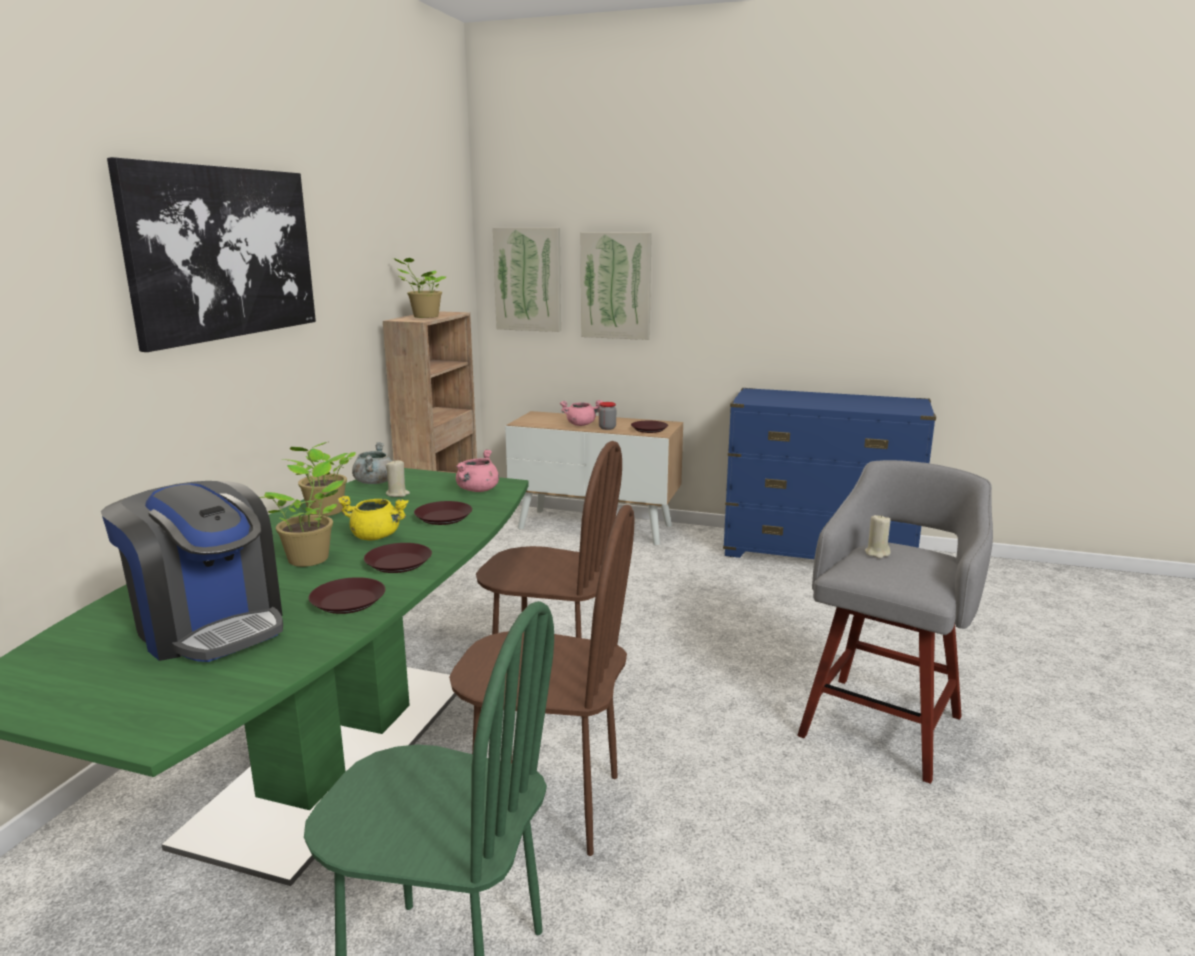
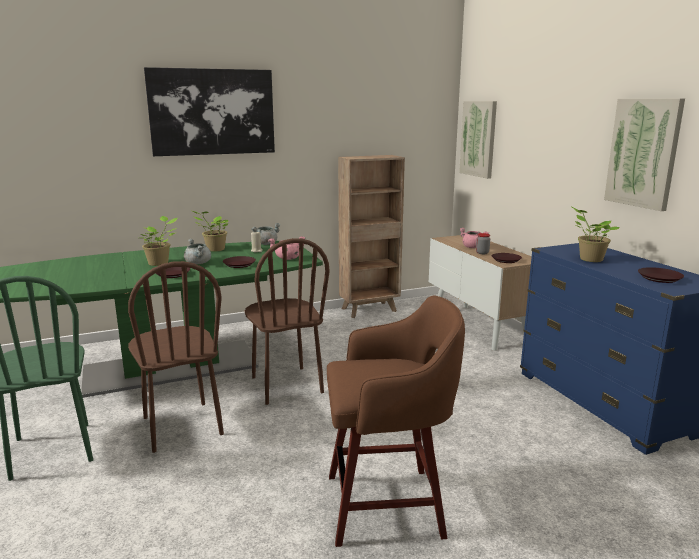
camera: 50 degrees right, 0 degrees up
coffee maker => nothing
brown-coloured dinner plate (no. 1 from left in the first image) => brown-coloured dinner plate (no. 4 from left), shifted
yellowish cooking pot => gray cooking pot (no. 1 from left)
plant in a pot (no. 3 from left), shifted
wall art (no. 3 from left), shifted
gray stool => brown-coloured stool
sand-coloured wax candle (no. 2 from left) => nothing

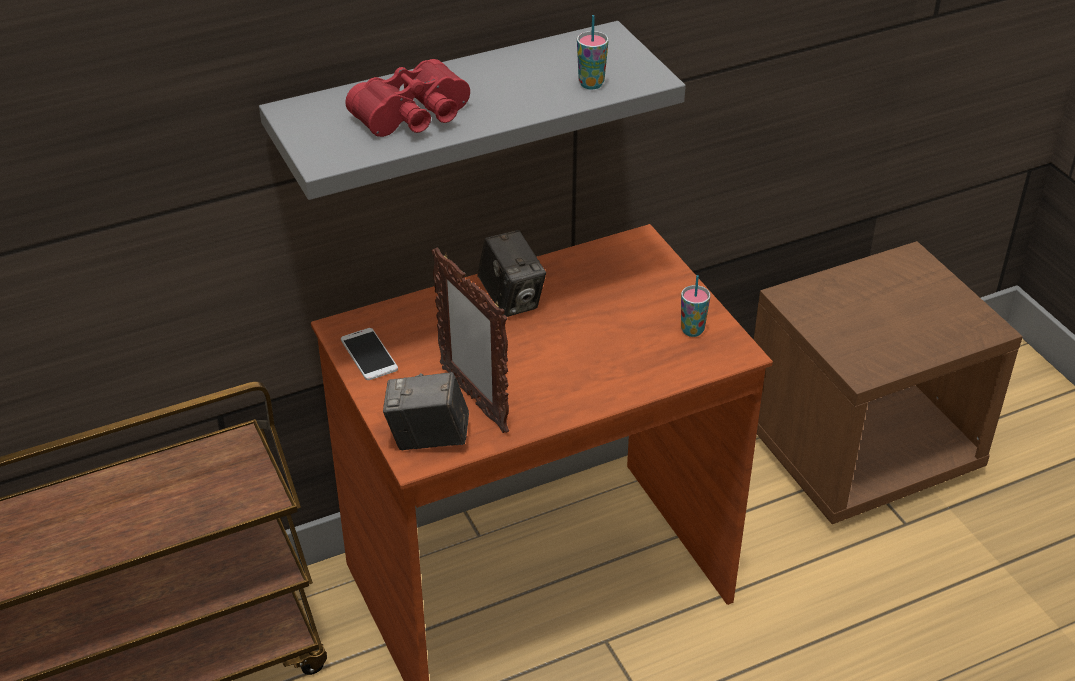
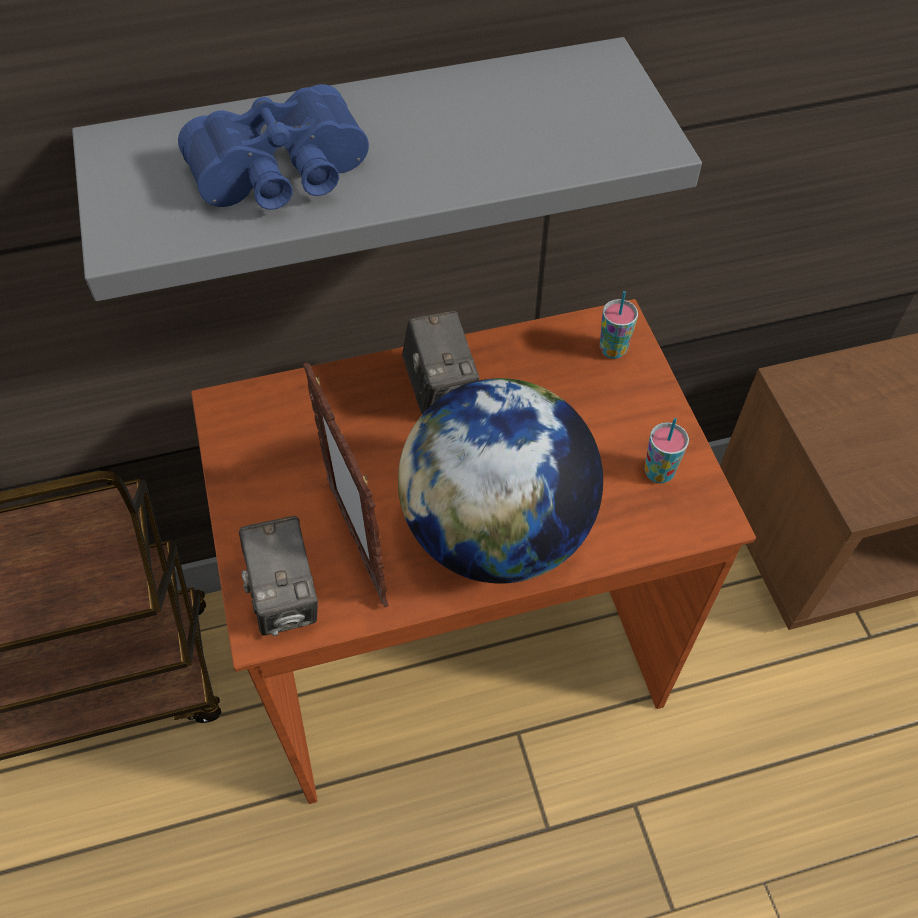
camera: 10 degrees right, 15 degrees up
phone => nothing
red binoculars => bluish binoculars
still camera (no. 1 from left), 120 degrees counterclockwise
small cup (no. 1 from left), shifted
nothing => world globe

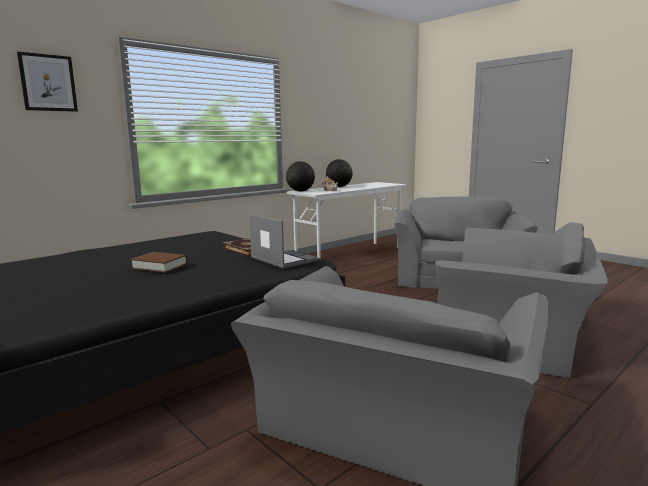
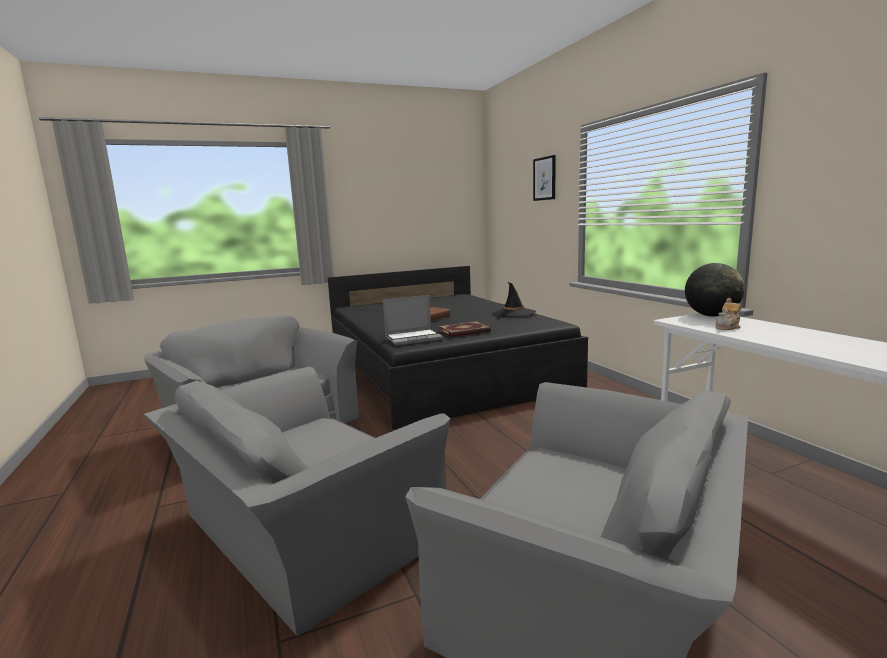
camera: 110 degrees right, 0 degrees up
world globe (no. 2 from left) => nothing
nothing => black-coloured clothing hat

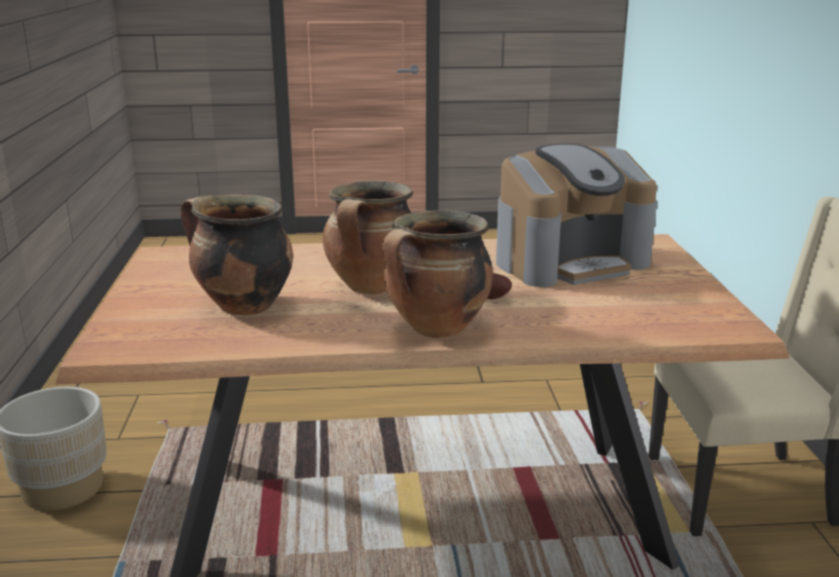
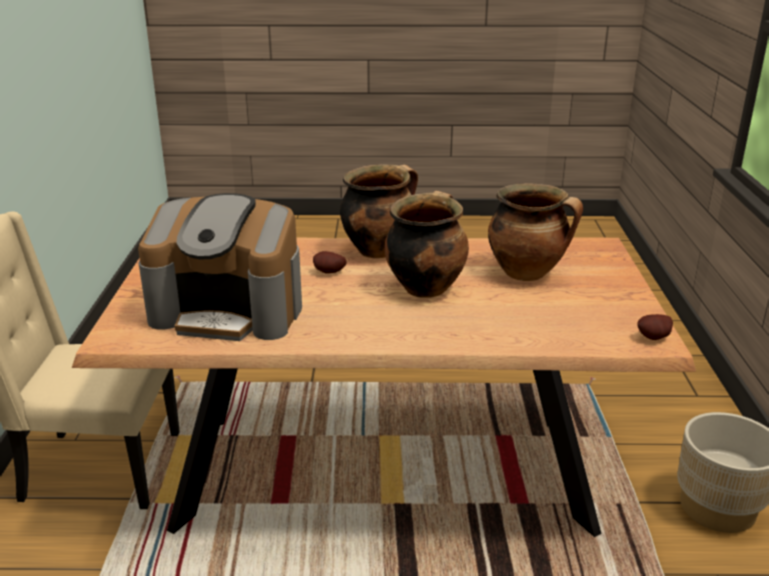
camera: 175 degrees left, 5 degrees up
coffee maker, 150 degrees counterclockwise
nothing => potato (no. 2 from left)

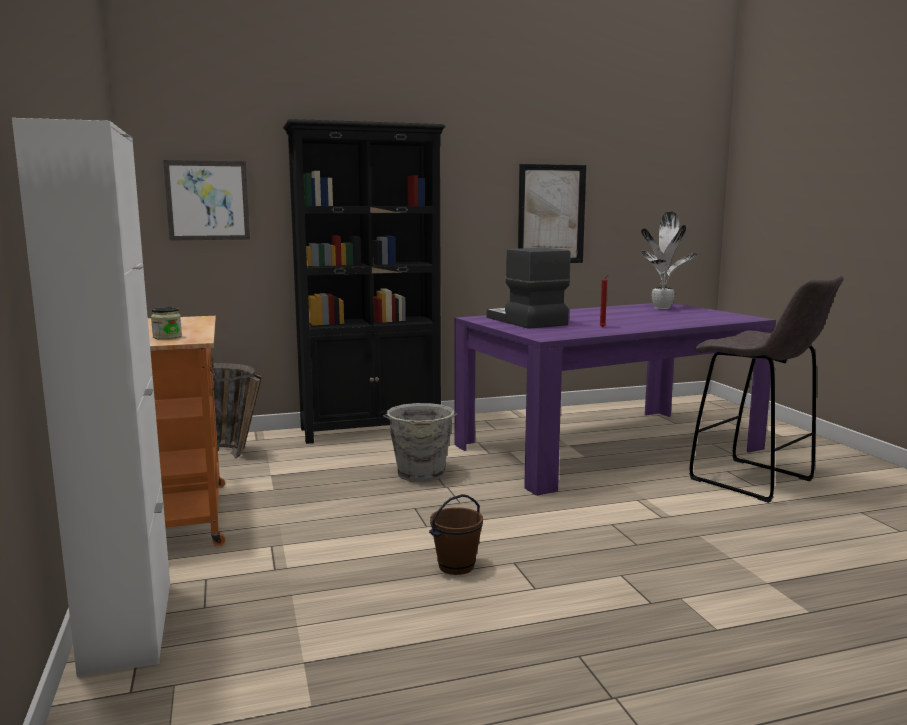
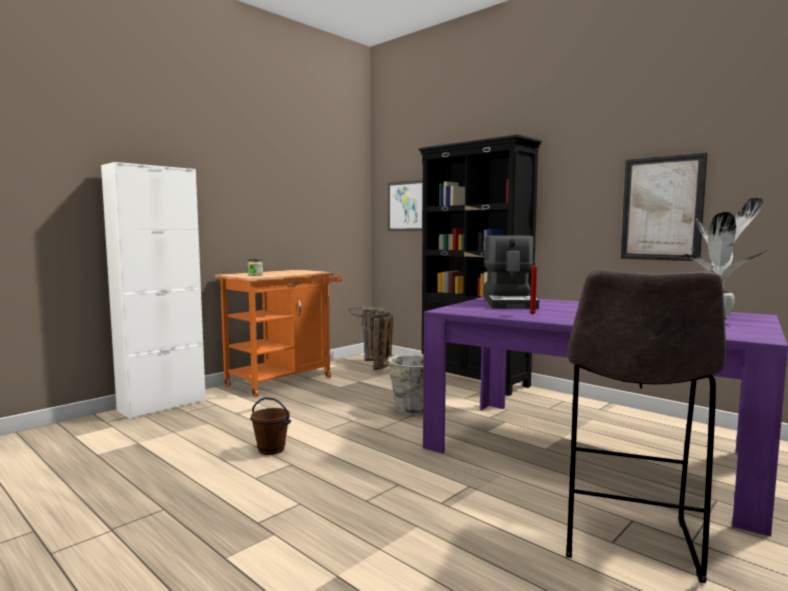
camera: 60 degrees right, 5 degrees down
coffee maker, 150 degrees clockwise

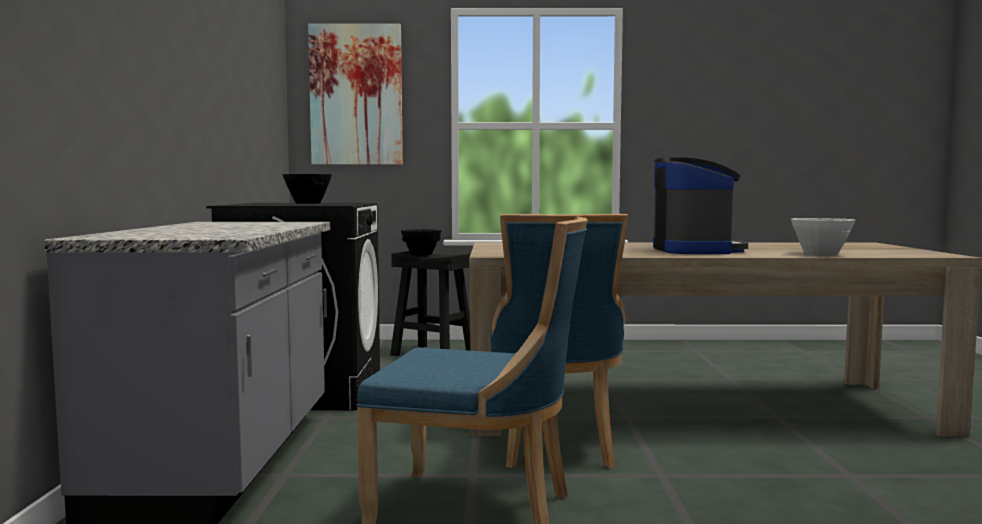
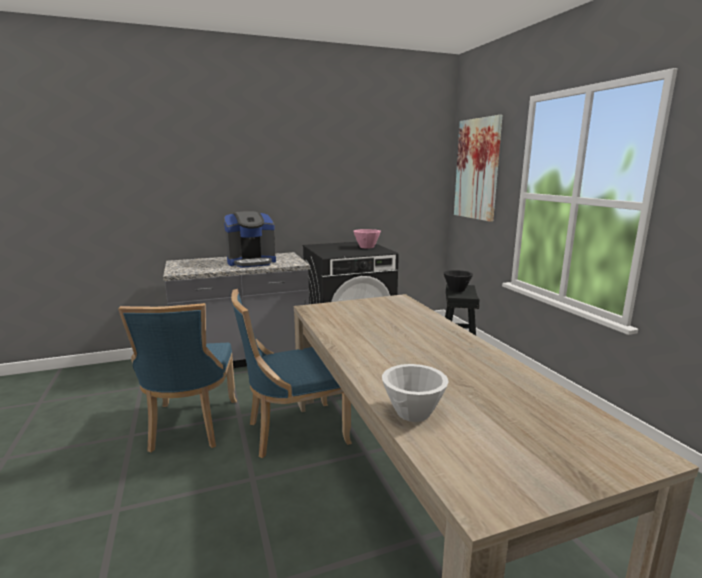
camera: 70 degrees right, 10 degrees up
black-coloured bowl (no. 1 from left) => pink bowl
coffee maker, shifted

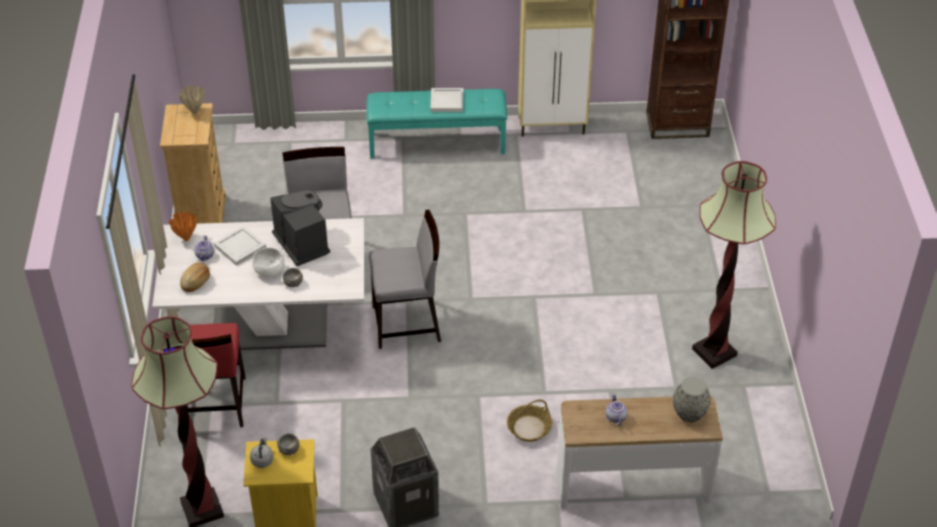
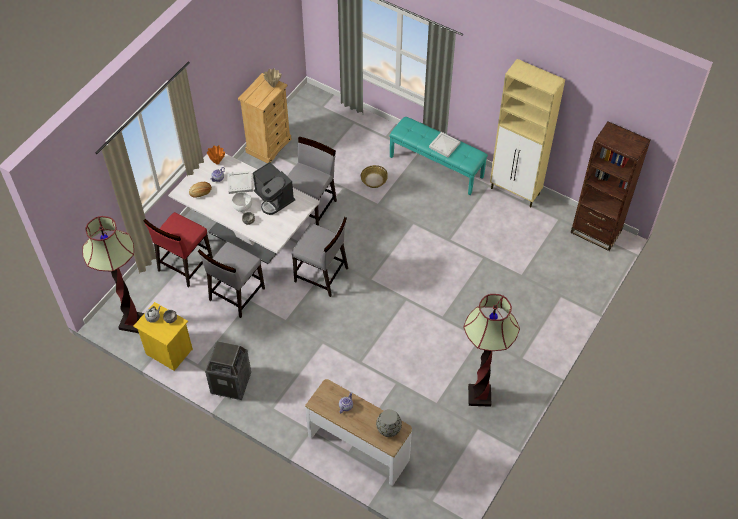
camera: 35 degrees right, 10 degrees up
coffee maker, 135 degrees clockwise
basket, shifted
nothing => gray upright chair (no. 1 from left)

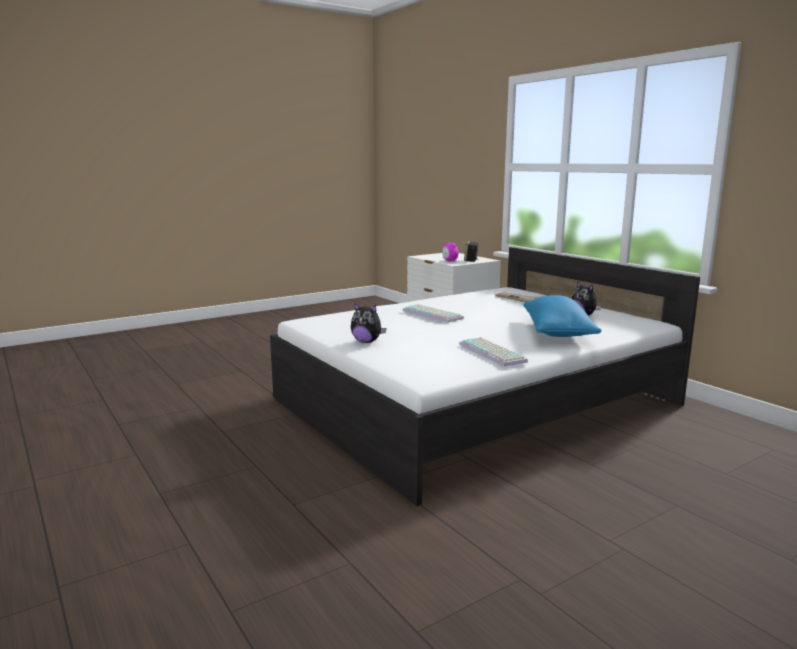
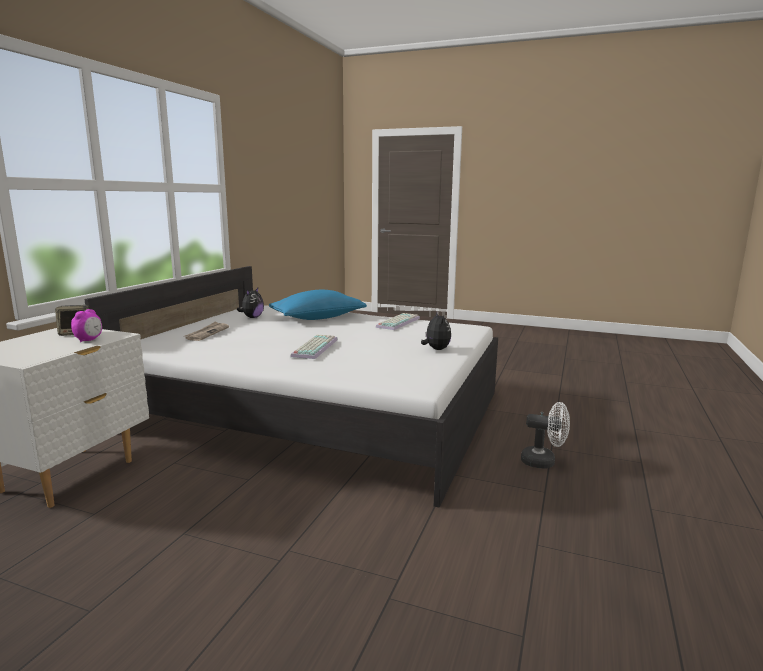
camera: 125 degrees left, 0 degrees up
nothing => white-coloured fan

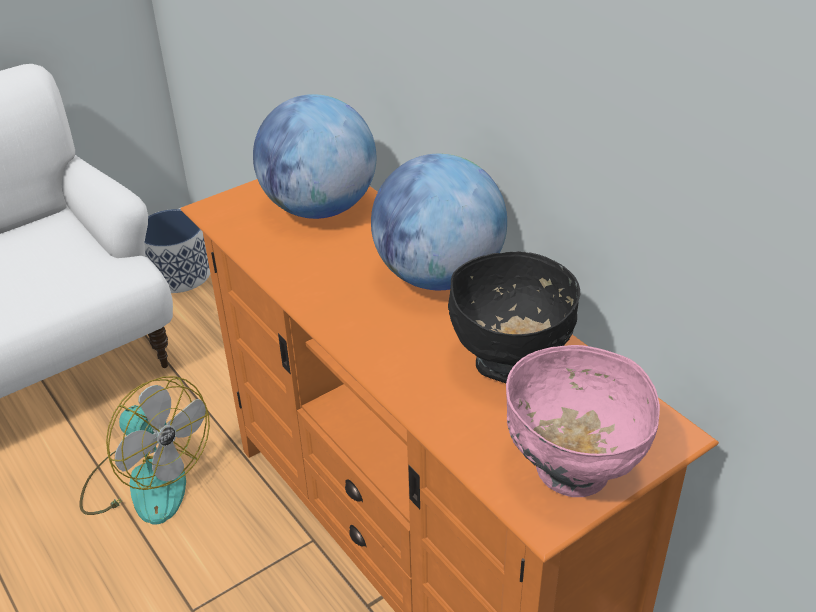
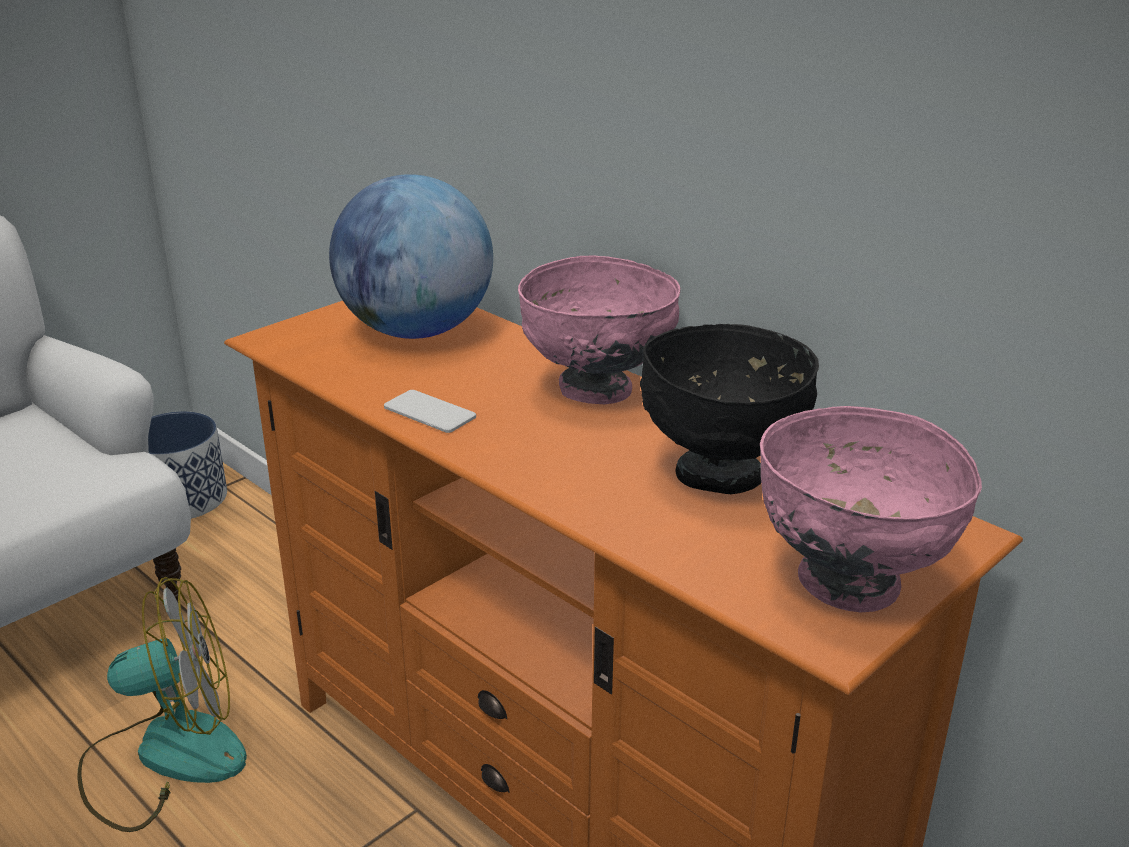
camera: 10 degrees left, 10 degrees down
fan, 45 degrees counterclockwise
world globe (no. 2 from left) => pink bowl (no. 1 from left)
nothing => phone

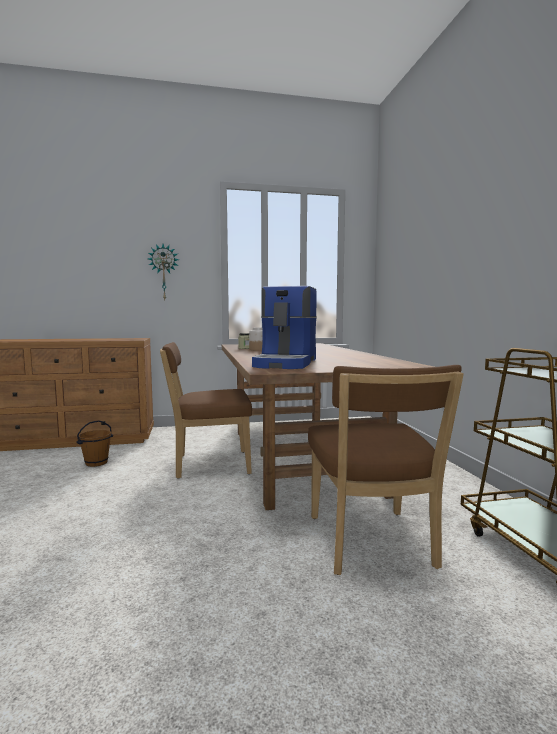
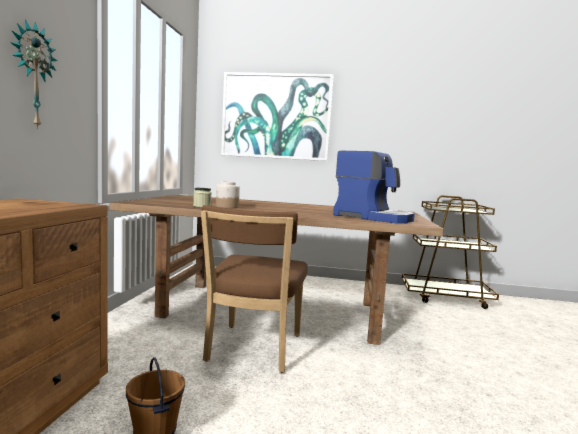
camera: 70 degrees left, 0 degrees up
brown-coloured upright chair (no. 2 from left) => nothing
nothing => wall art

